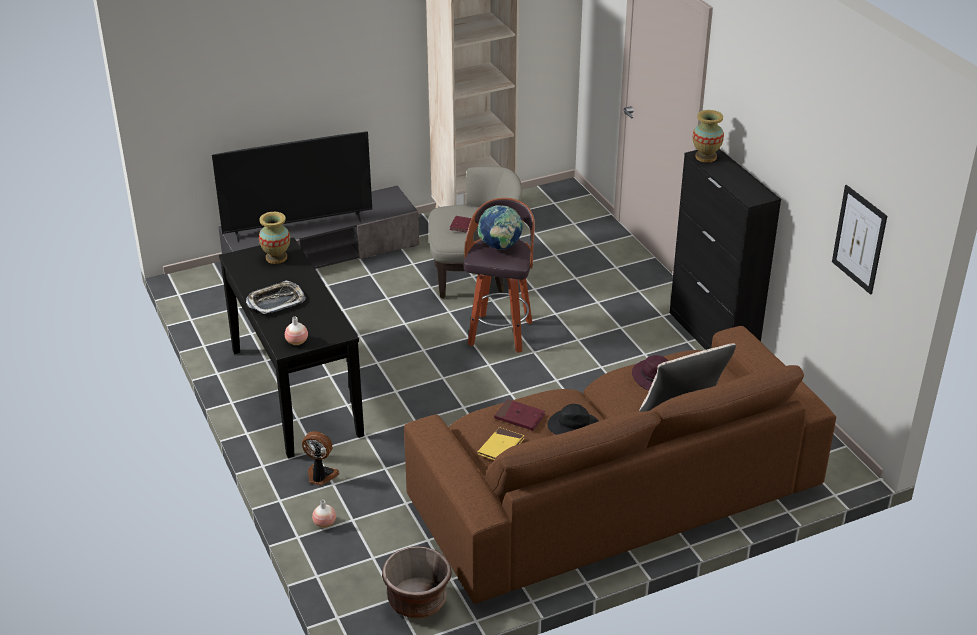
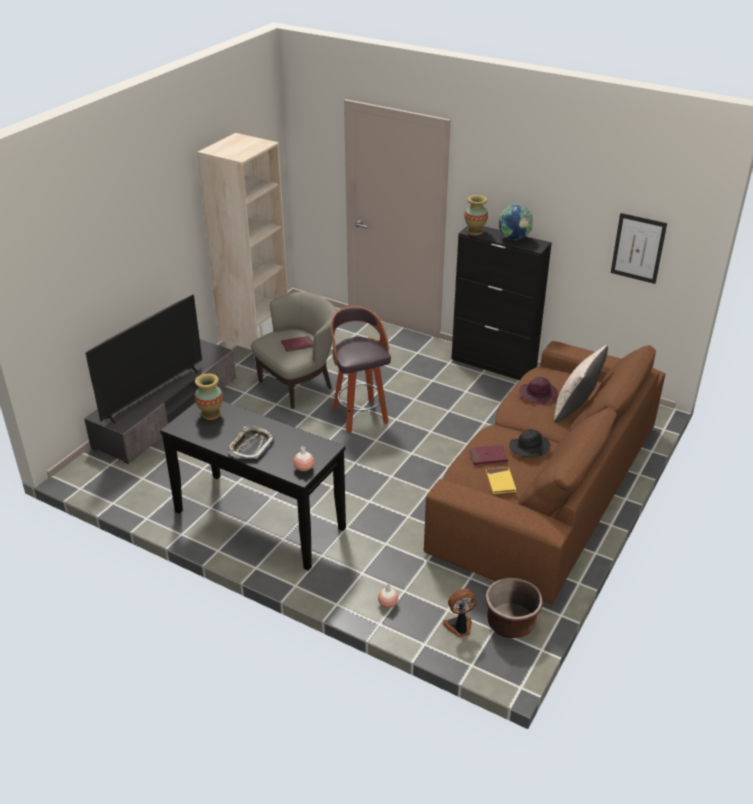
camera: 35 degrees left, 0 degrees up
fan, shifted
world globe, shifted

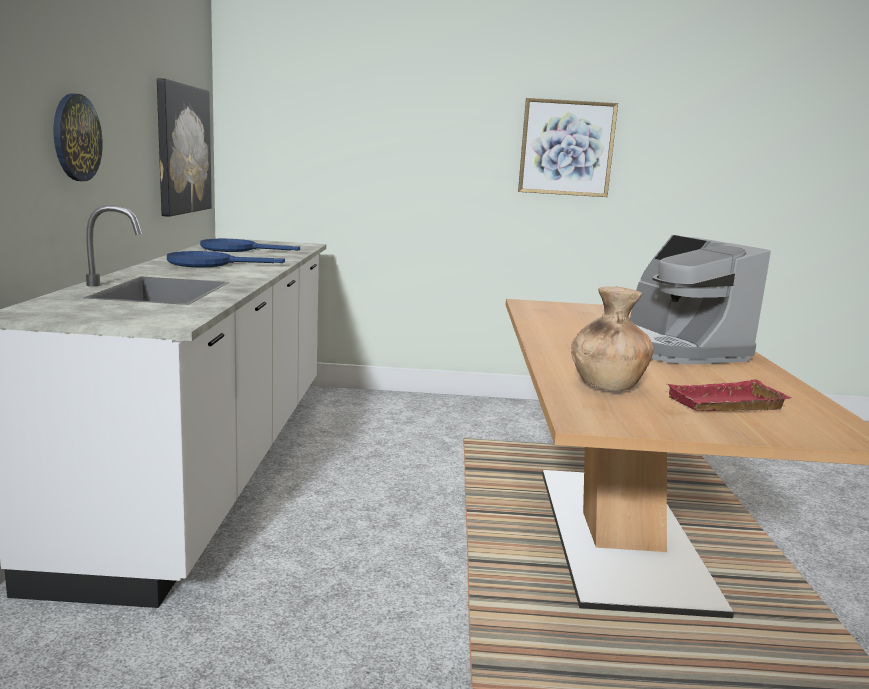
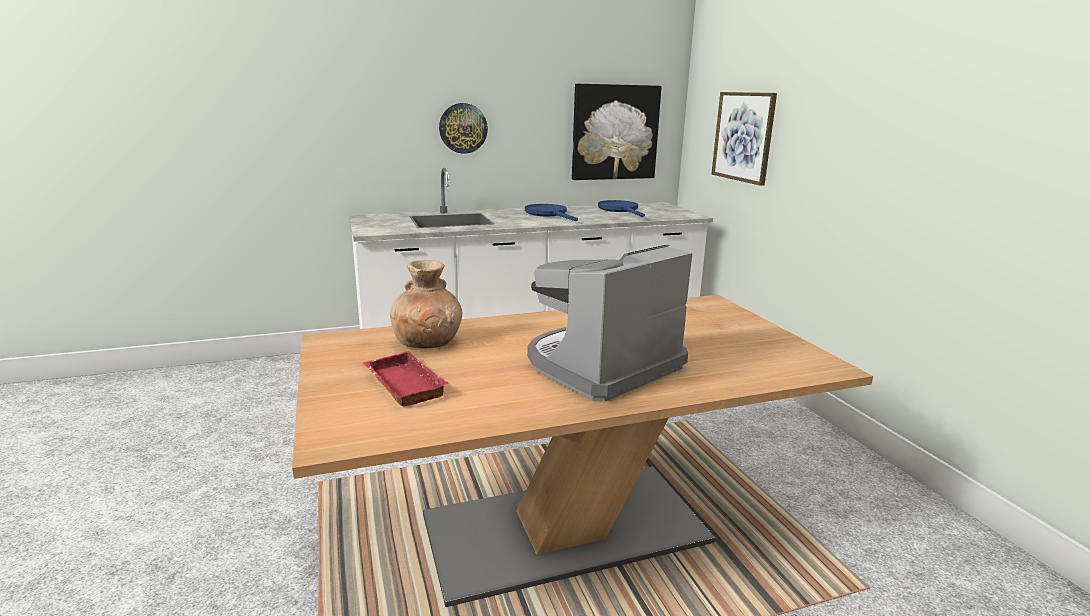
camera: 70 degrees right, 5 degrees up
wall art (no. 2 from left), shifted

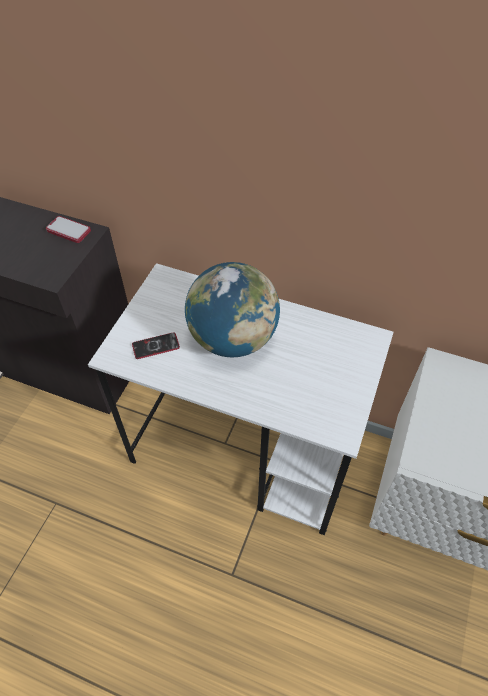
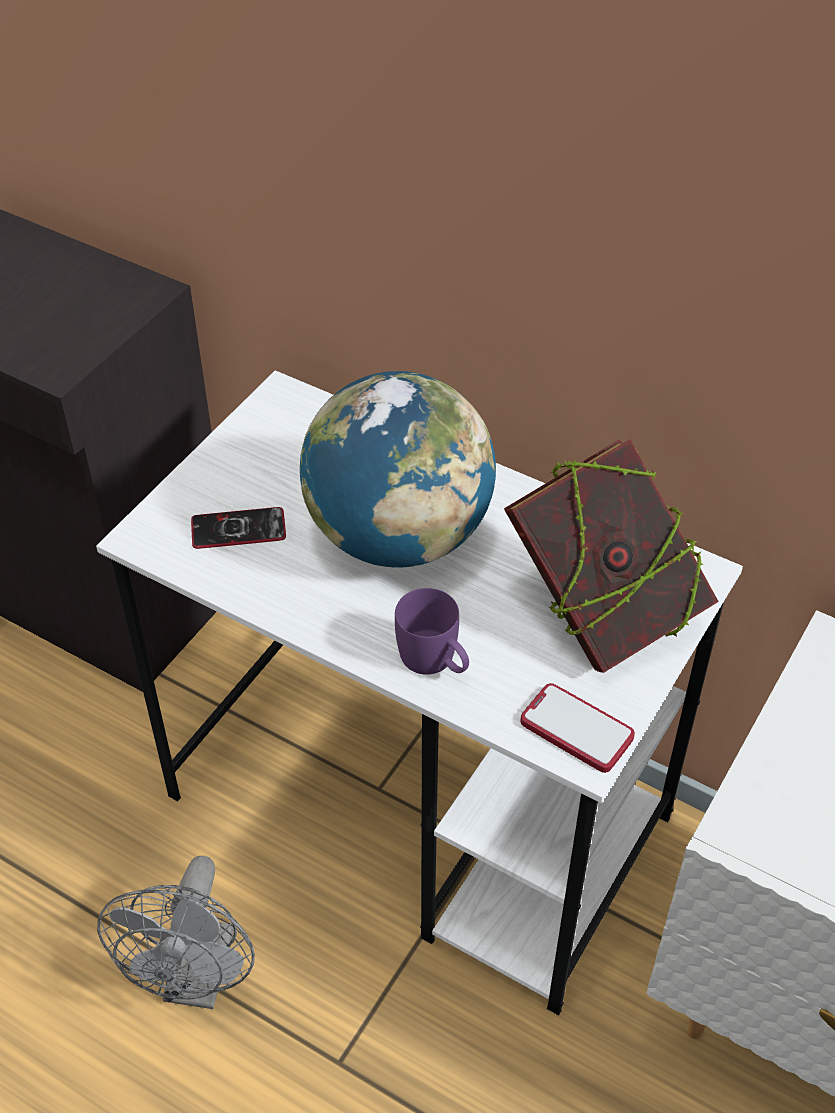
camera: 10 degrees right, 5 degrees down
phone (no. 1 from left in the first image) => phone (no. 2 from left), shifted
nothing => gray fan
nothing => purple coffee mug
nothing => bound book

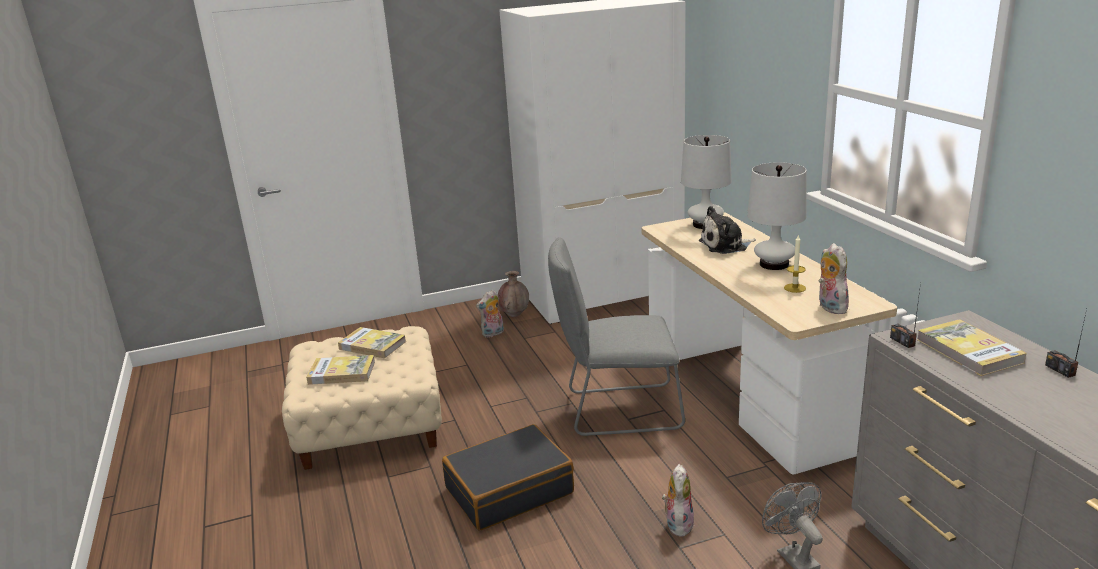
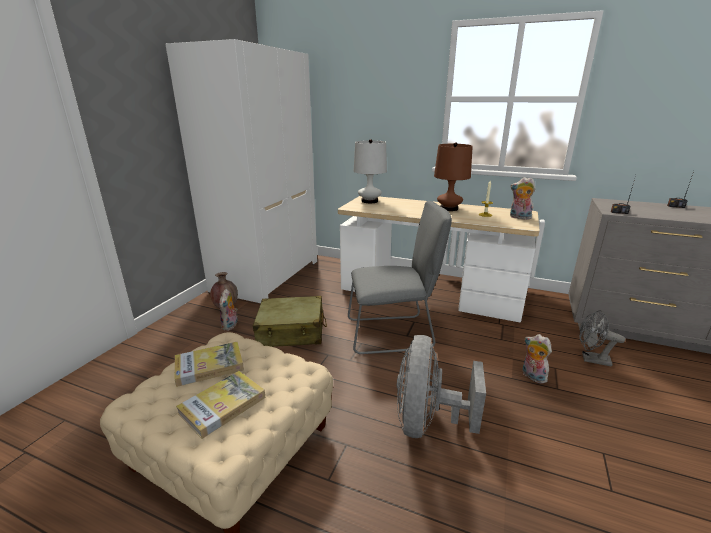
camera: 50 degrees left, 0 degrees up
black-coloured suitcase => gray fan (no. 1 from left)
gray upright chair, 135 degrees counterclockwise
plush toy (no. 3 from left) => nothing
white-coloured table lamp (no. 2 from left) => brown-coloured table lamp
bound book (no. 3 from left) => nothing
nothing => sand-coloured suitcase

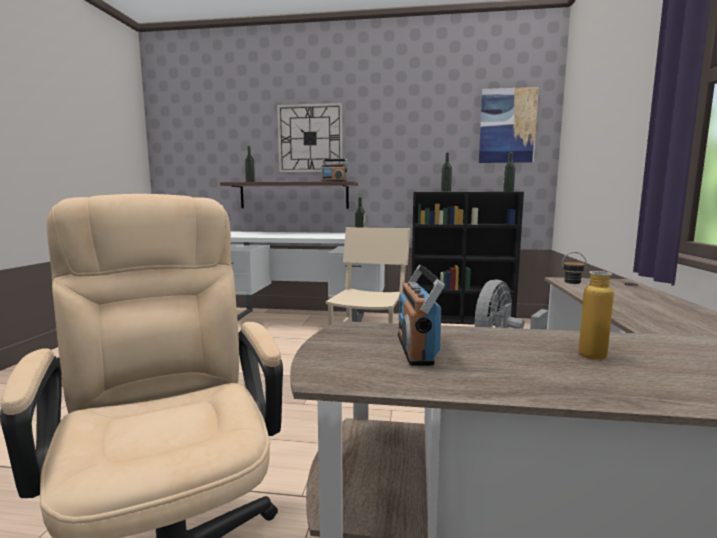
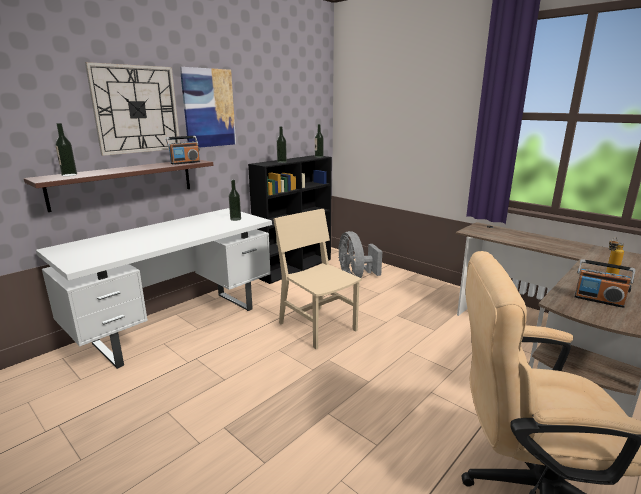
camera: 55 degrees left, 10 degrees up
wall art, shifted

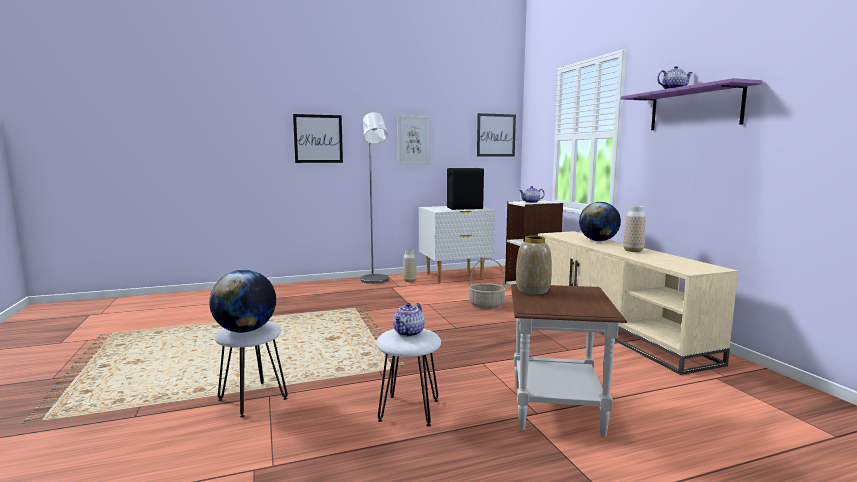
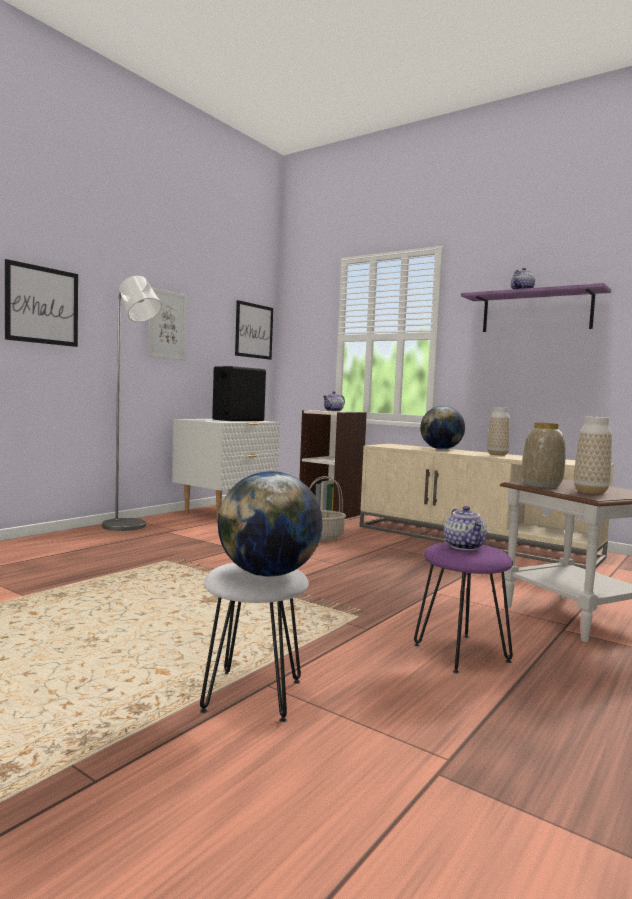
camera: 35 degrees left, 5 degrees down
white-coloured stool (no. 2 from left) => purple stool
flower vase (no. 1 from left in the first image) => flower vase (no. 3 from left), shifted

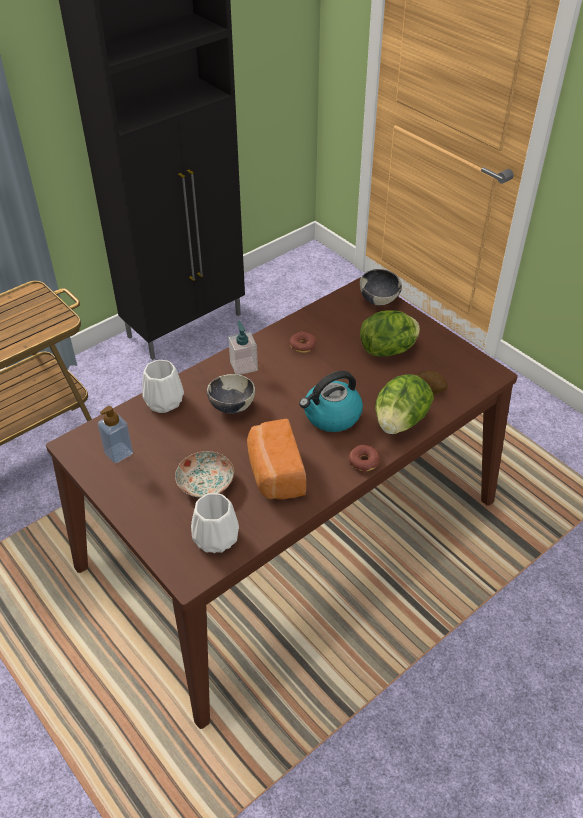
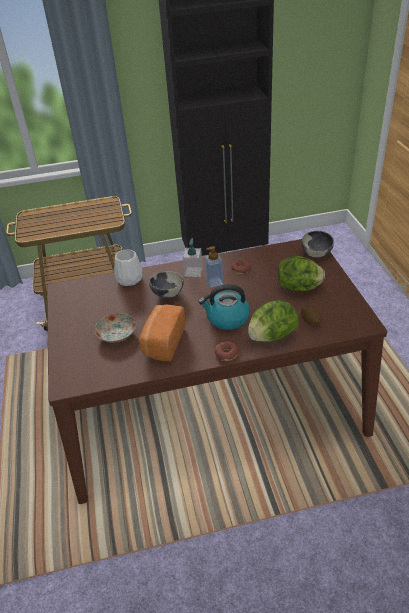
camera: 30 degrees right, 5 degrees down
soap dispenser (no. 1 from left in the first image) => soap dispenser (no. 2 from left), shifted
white-coloured flower vase (no. 2 from left) => nothing

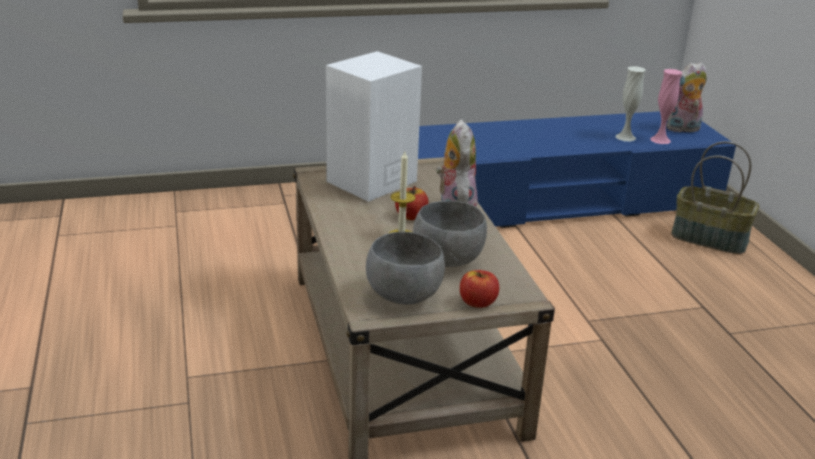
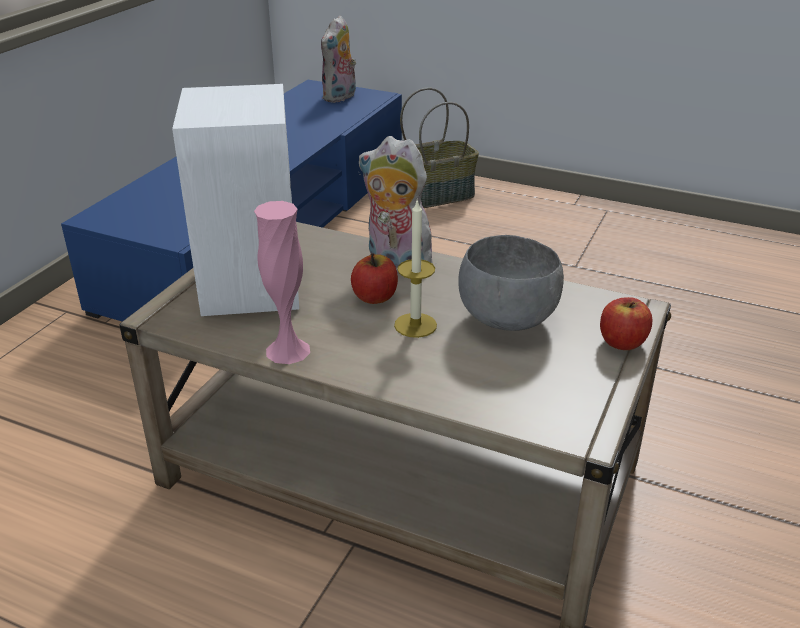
camera: 50 degrees left, 5 degrees up
gray bowl (no. 1 from left) => nothing
white-coloured flower vase => nothing
pink flower vase, shifted

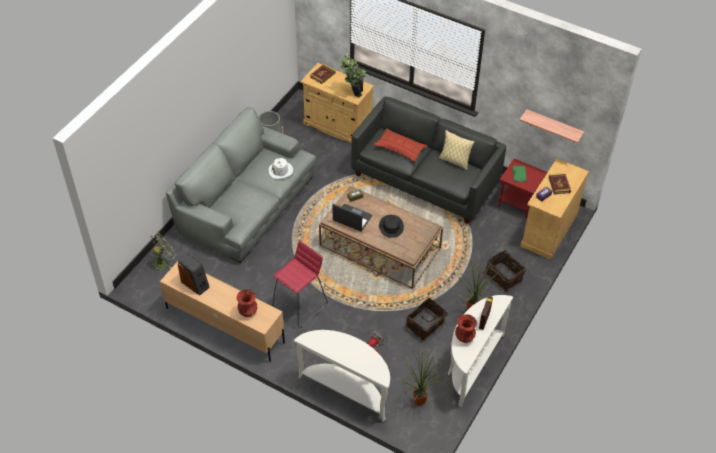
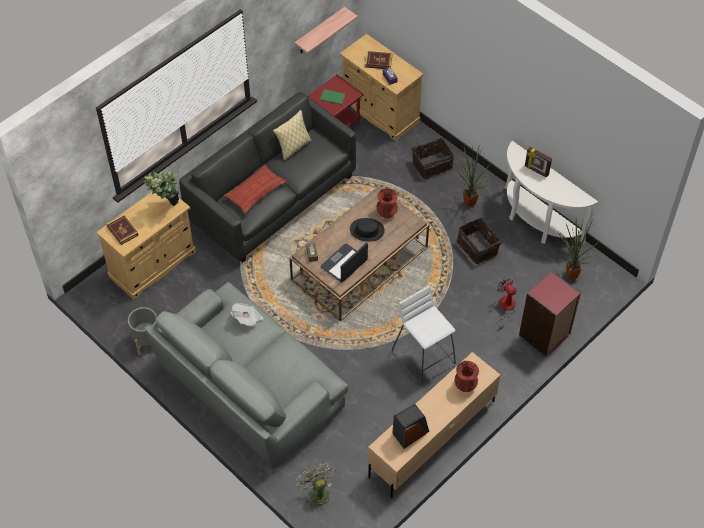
camera: 75 degrees left, 5 degrees up
white-coloured clothing hat => daily paper
red stool => white-coloured stool
white-coloured narrow table (no. 1 from left) => red bookshelf
red flower vase (no. 2 from left in the first image) => red flower vase (no. 1 from left), shifted

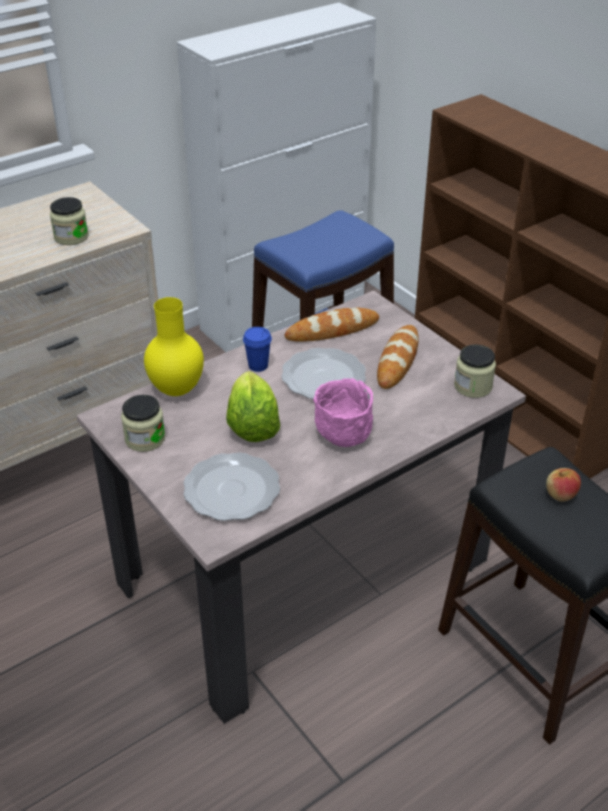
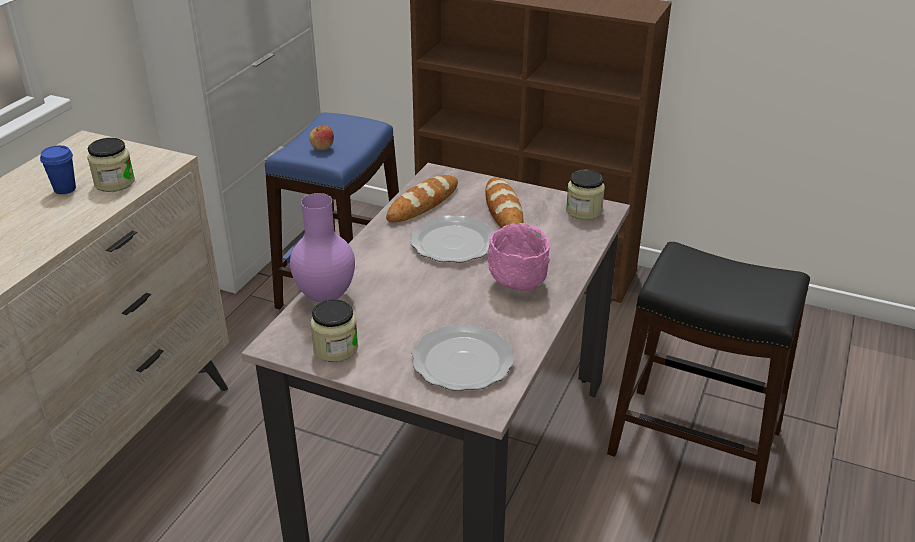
camera: 30 degrees left, 5 degrees down
yellowish flower vase => purple flower vase
lettuce head => nothing
bluish small cup, shifted
apple fruit, shifted

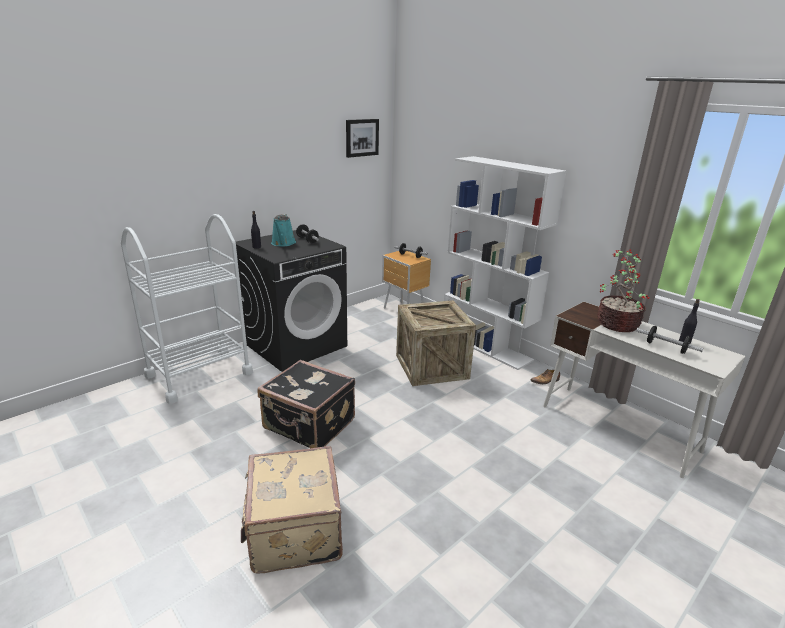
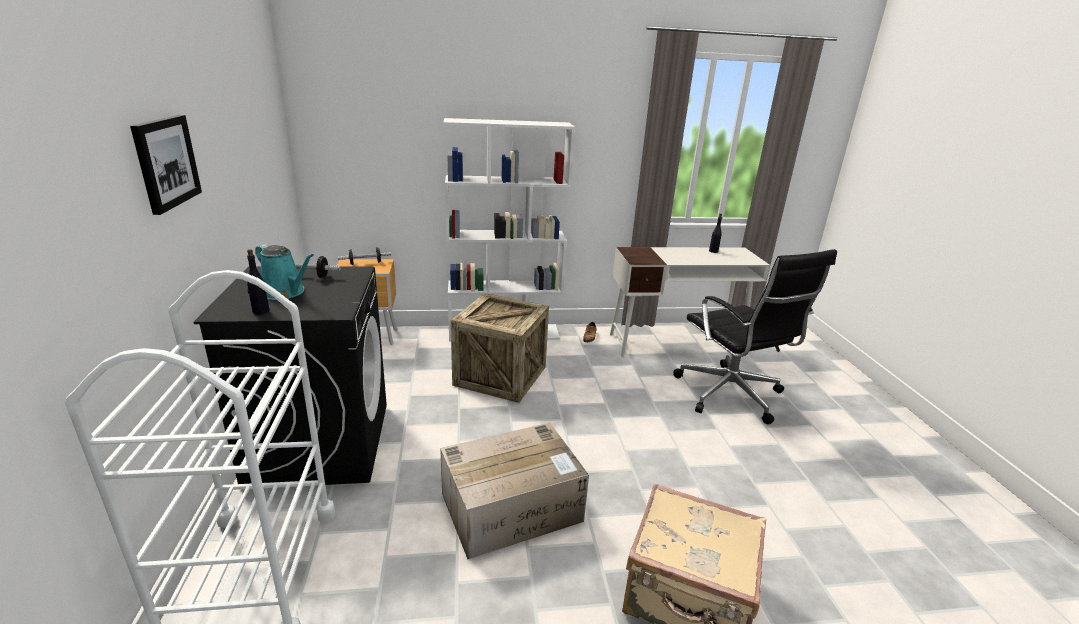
camera: 55 degrees left, 0 degrees up
black-coloured suitcase => carton
wall art, shifted
plant in a pot => nothing
dumbbell (no. 3 from left) => nothing
nothing => black-coloured desk chair

